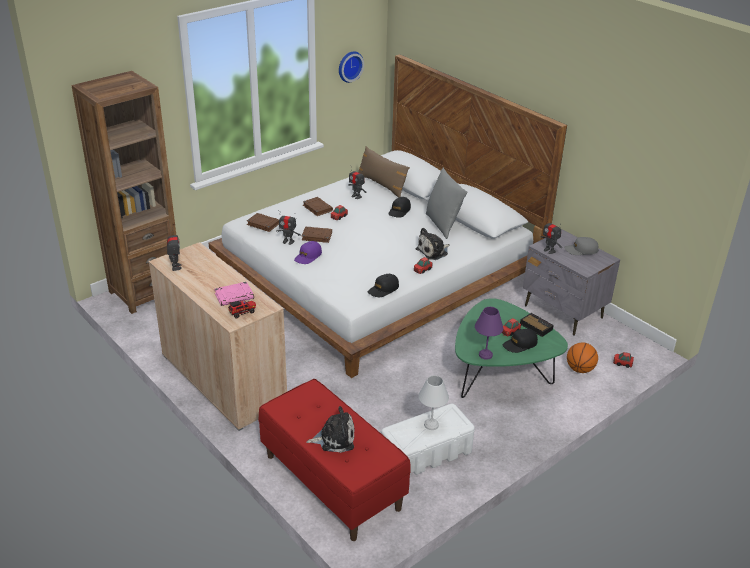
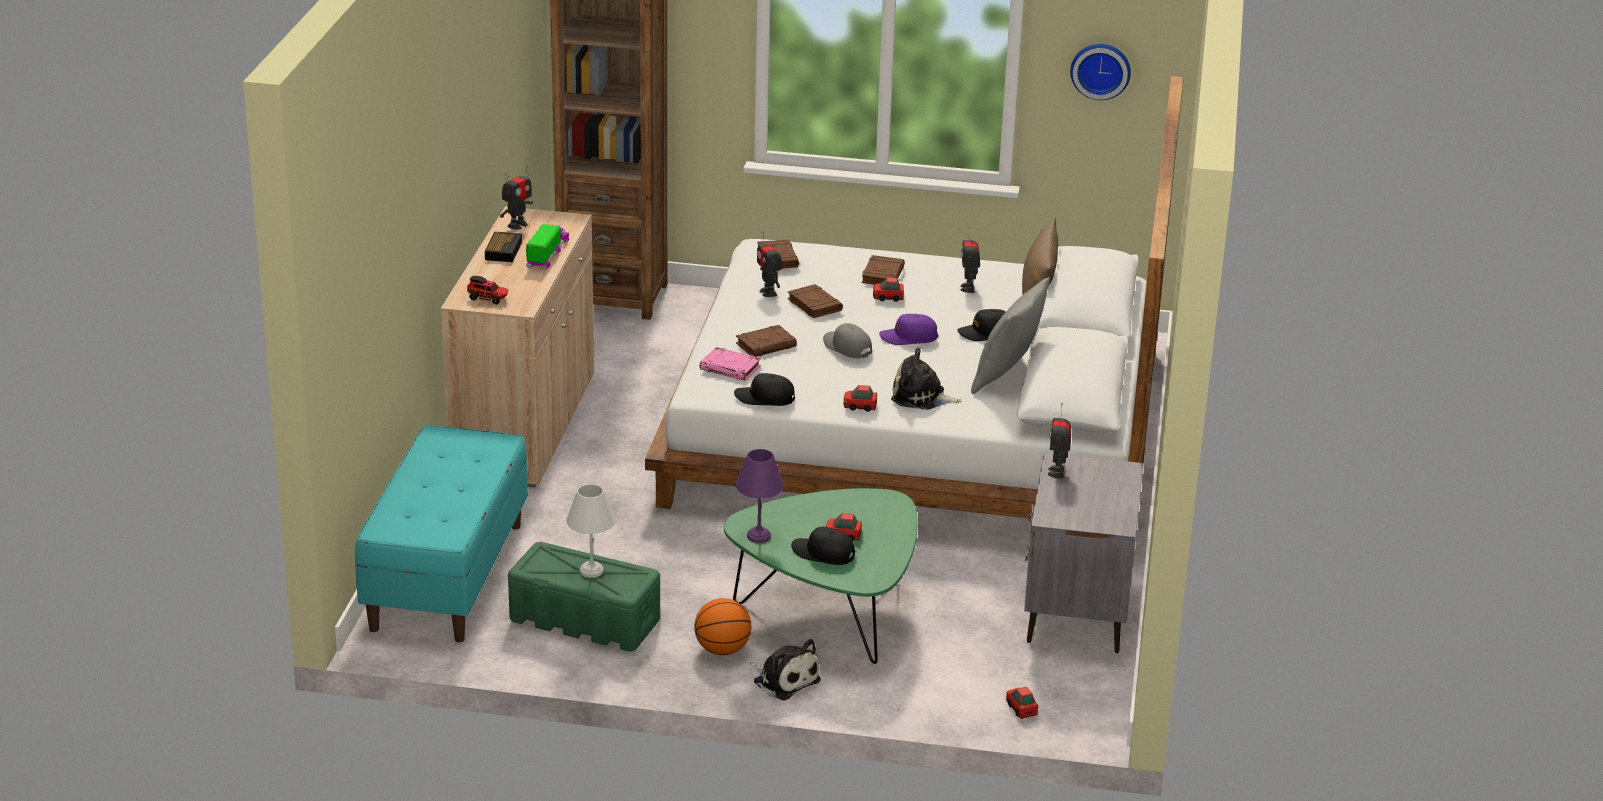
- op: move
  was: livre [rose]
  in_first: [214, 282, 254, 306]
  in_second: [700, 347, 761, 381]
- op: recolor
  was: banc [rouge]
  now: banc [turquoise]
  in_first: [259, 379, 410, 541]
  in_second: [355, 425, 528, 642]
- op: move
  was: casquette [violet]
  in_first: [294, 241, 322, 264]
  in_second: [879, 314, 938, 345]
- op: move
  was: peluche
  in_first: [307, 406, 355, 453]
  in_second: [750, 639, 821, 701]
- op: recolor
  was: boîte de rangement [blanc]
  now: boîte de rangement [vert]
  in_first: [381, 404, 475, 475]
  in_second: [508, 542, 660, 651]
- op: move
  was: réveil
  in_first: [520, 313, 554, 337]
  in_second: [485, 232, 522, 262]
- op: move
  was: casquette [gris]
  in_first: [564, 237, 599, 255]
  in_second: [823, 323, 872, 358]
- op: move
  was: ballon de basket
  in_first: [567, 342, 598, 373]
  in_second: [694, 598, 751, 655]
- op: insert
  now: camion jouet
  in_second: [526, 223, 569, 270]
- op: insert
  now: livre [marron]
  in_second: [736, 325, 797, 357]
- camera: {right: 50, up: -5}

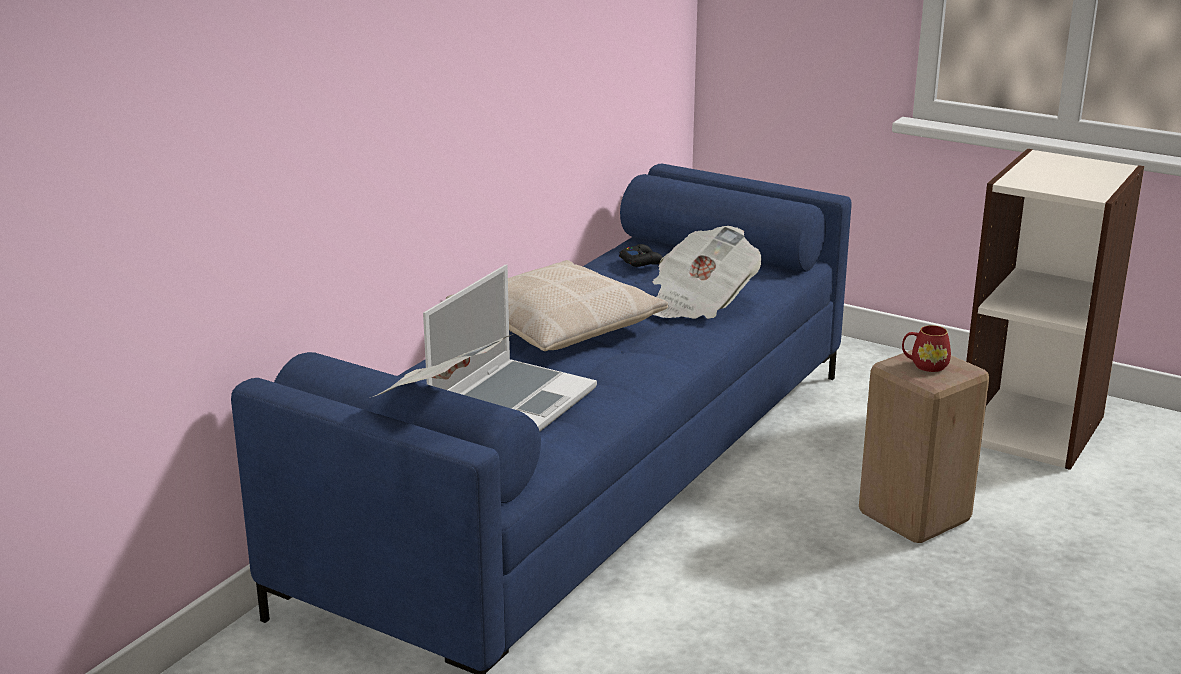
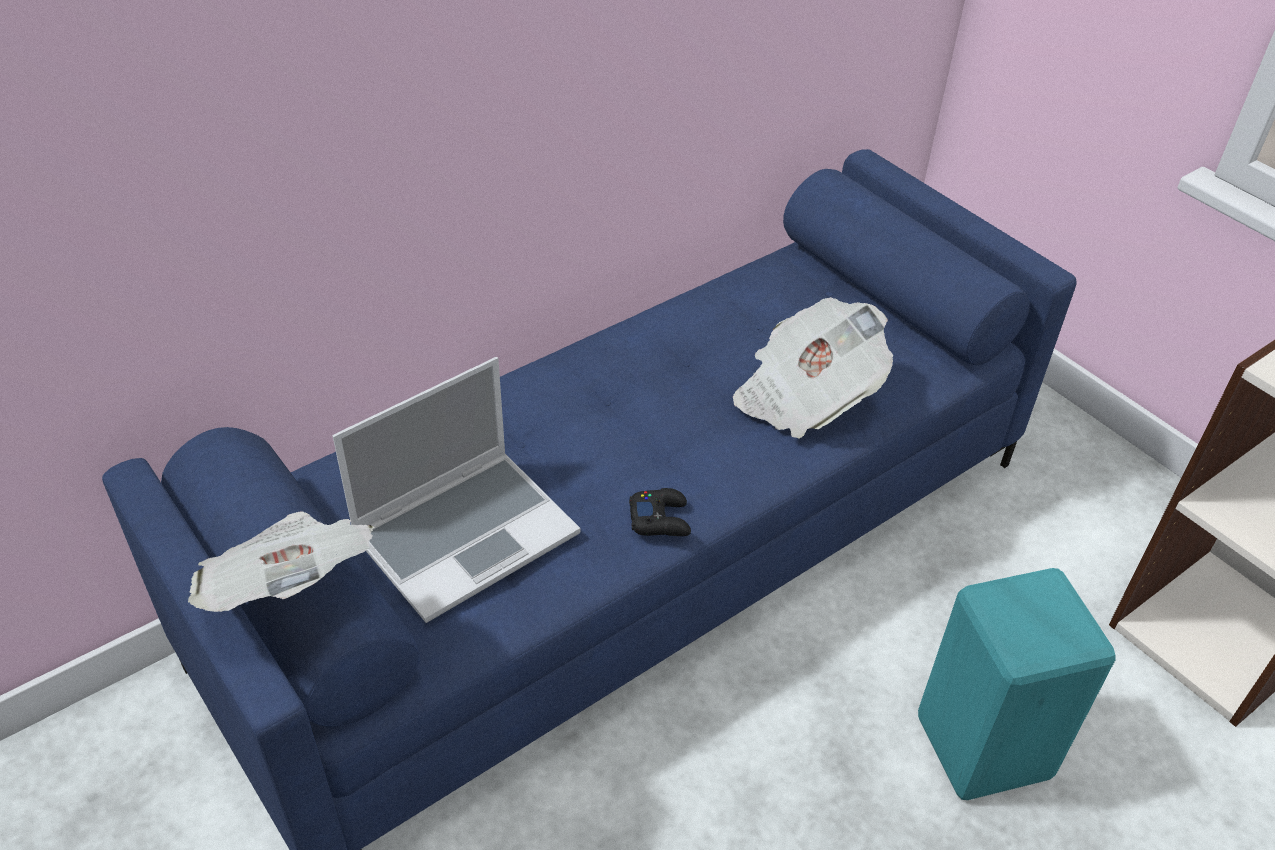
- op: delete
  was: coussin [beige]
  in_first: [446, 260, 668, 351]
- op: move
  was: manette [noir]
  in_first: [619, 244, 663, 267]
  in_second: [629, 488, 691, 536]
- op: recolor
  was: tabouret [beige]
  now: tabouret [turquoise]
  in_first: [859, 350, 989, 543]
  in_second: [918, 568, 1116, 800]
- op: delete
  was: mug [rouge]
  in_first: [902, 325, 951, 372]
- camera: {right: 20, up: 20}

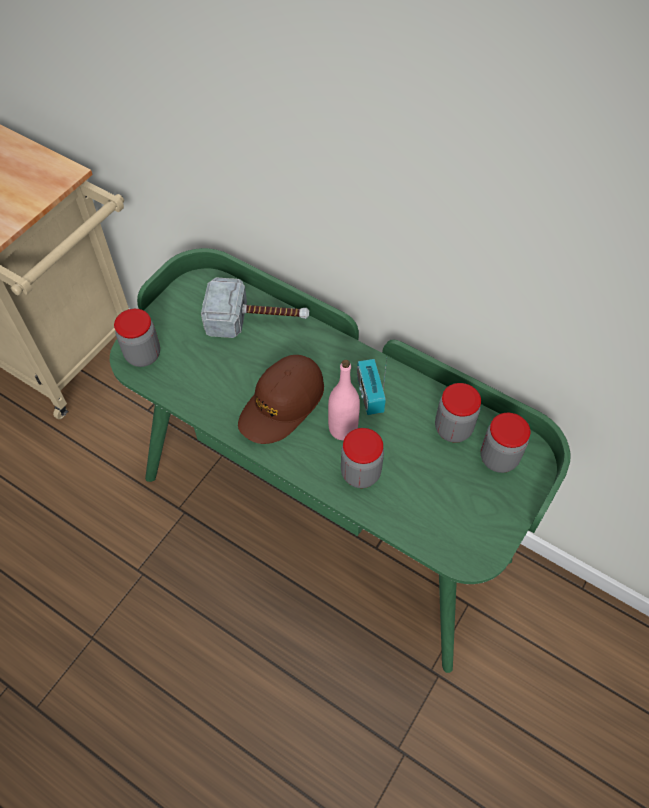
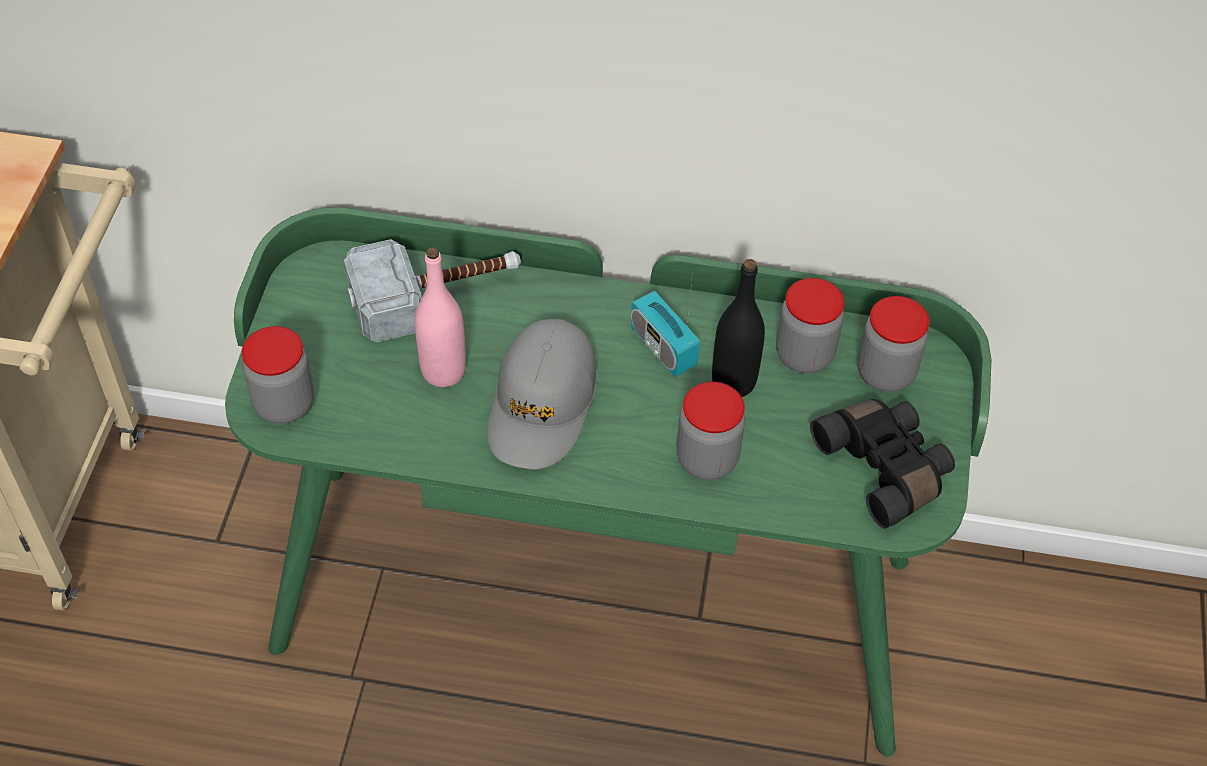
- op: recolor
  was: casquette [marron]
  now: casquette [gris]
  in_first: [238, 355, 324, 444]
  in_second: [487, 319, 597, 469]
- op: move
  was: bouteille [rose]
  in_first: [328, 360, 360, 440]
  in_second: [415, 247, 466, 387]
- op: insert
  now: bouteille [noir]
  in_second: [712, 259, 765, 397]
- op: insert
  now: jumelles [noir]
  in_second: [810, 399, 955, 529]
- camera: {right: -25, up: -5}

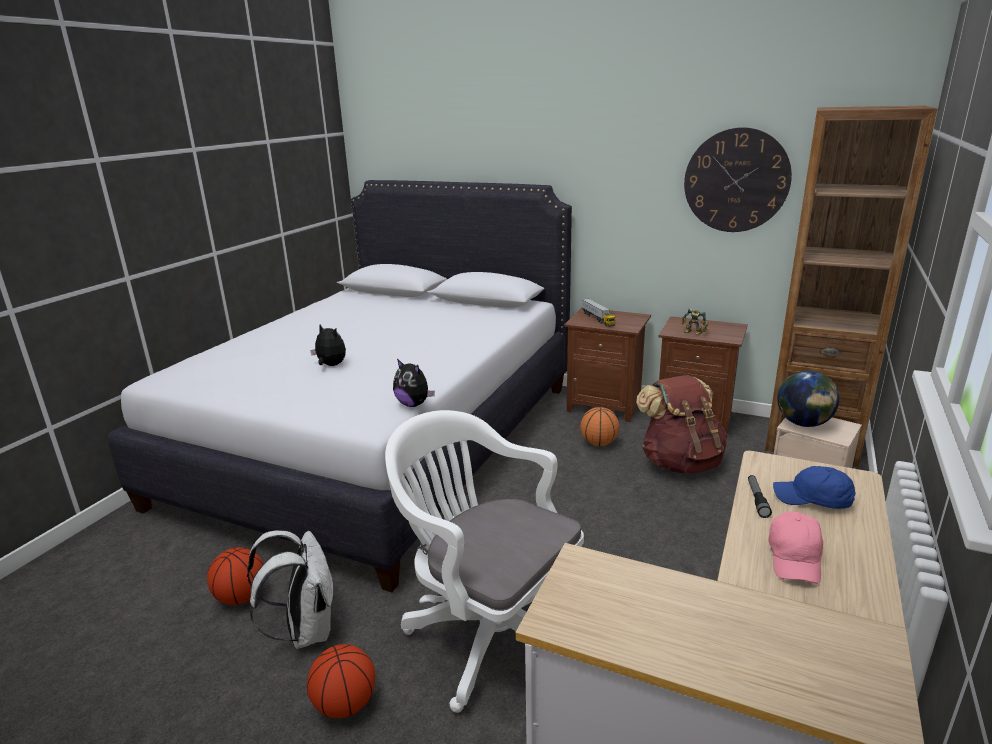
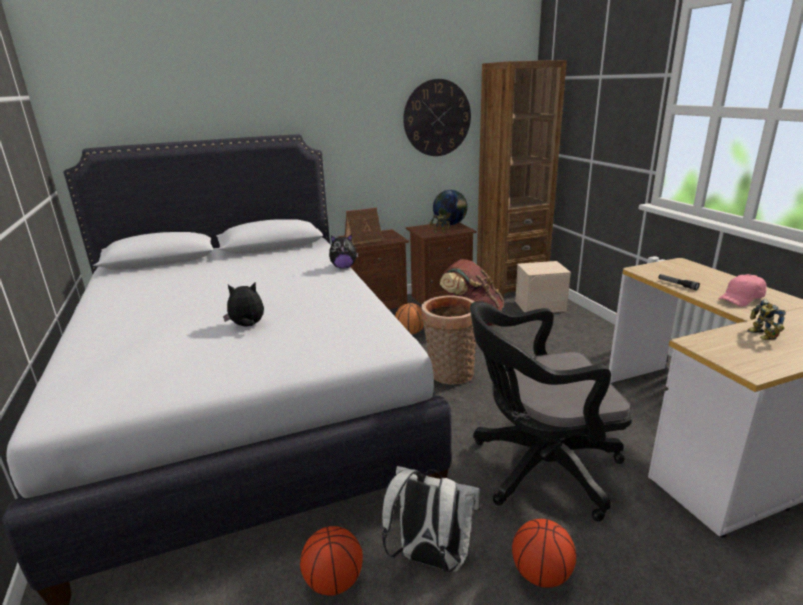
- op: recolor
  was: chaise de bureau [blanc]
  now: chaise de bureau [noir]
  in_first: [385, 410, 584, 713]
  in_second: [470, 301, 632, 522]
- op: move
  was: peluche
  in_first: [393, 359, 435, 407]
  in_second: [329, 234, 359, 269]
- op: replace
  was: camion jouet
  now: maison miniature
  in_first: [582, 299, 615, 327]
  in_second: [345, 207, 387, 245]
- op: rotate
  was: casquette [rose]
  in_first: [768, 512, 823, 584]
  in_second: [718, 274, 766, 307]
  clockwise: 90
- op: delete
  was: casquette [bleu]
  in_first: [773, 466, 855, 509]
- op: move
  was: globe
  in_first: [777, 371, 839, 427]
  in_second: [433, 190, 468, 225]
- op: insert
  now: panier
  in_second: [421, 295, 476, 385]
- op: insert
  now: robot jouet
  in_second: [747, 299, 786, 340]
- camera: {right: -45, up: 0}

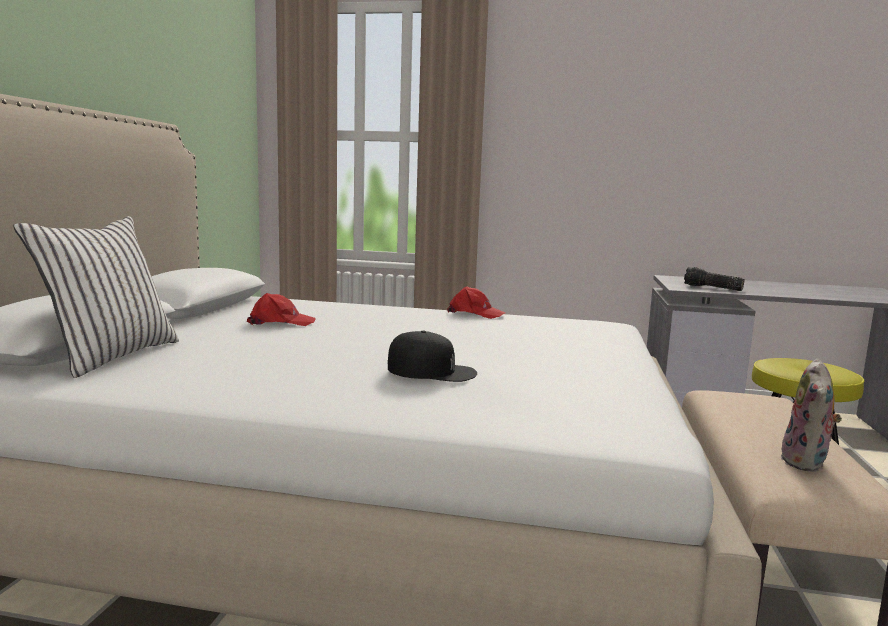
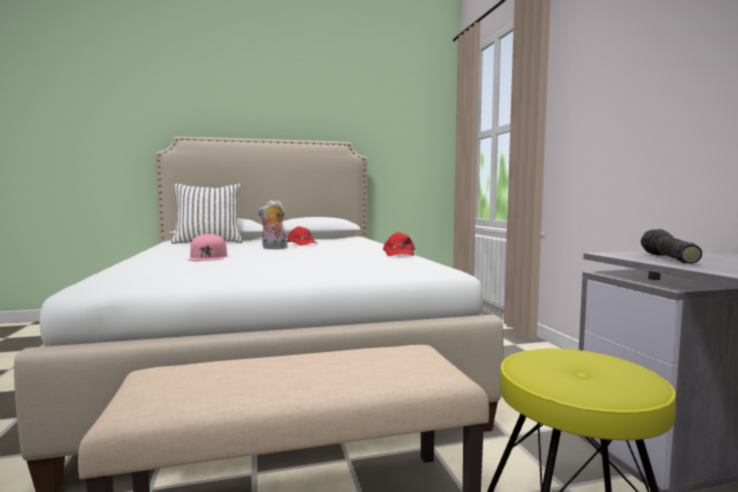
- op: recolor
  was: casquette [noir]
  now: casquette [rose]
  in_first: [387, 331, 477, 382]
  in_second: [188, 233, 227, 261]
- op: move
  was: peluche
  in_first: [780, 358, 842, 472]
  in_second: [257, 200, 288, 249]
- camera: {right: 65, up: -5}

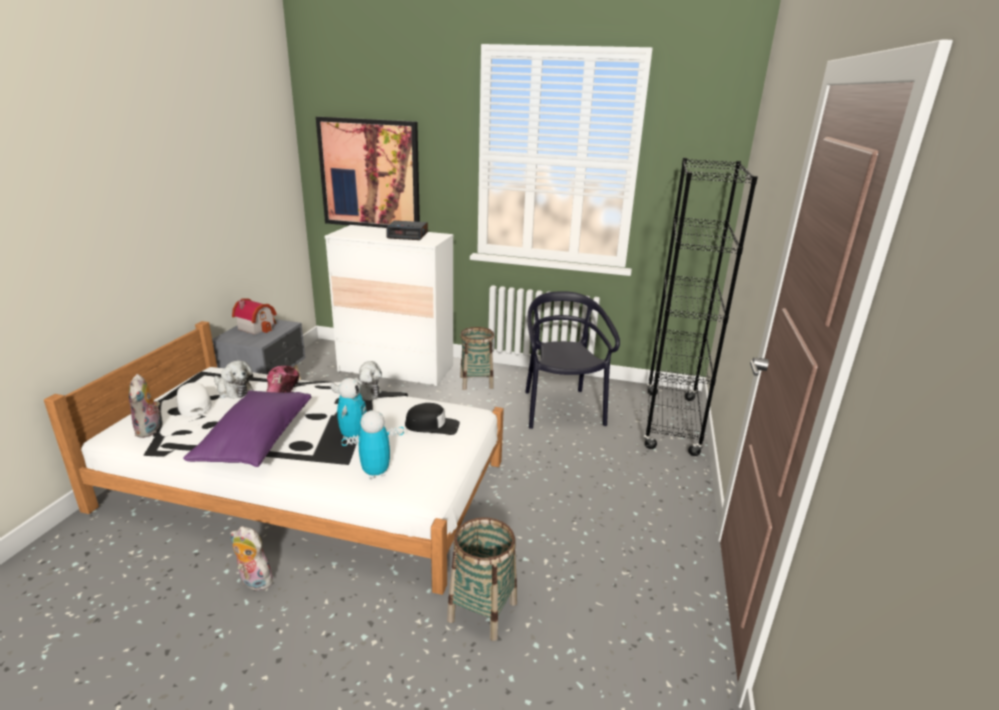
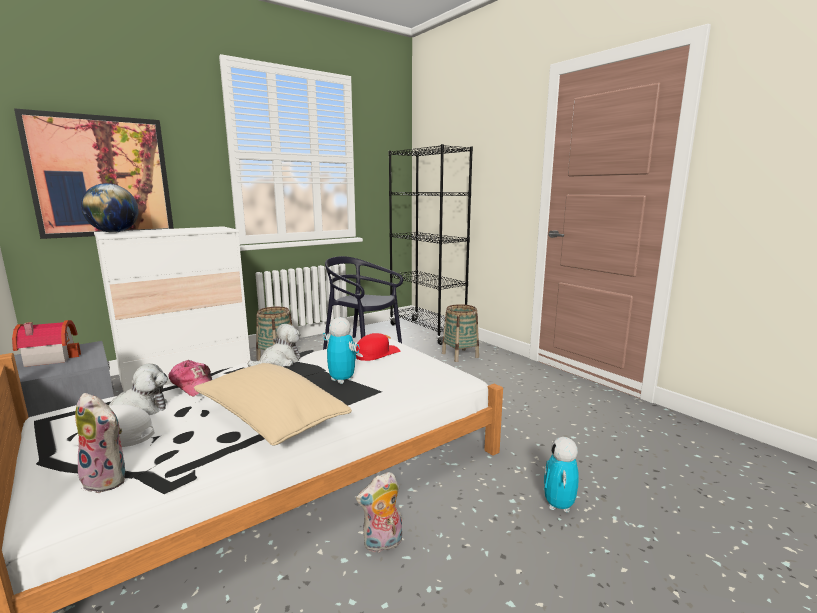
- op: recolor
  was: coussin [violet]
  now: coussin [beige]
  in_first: [183, 390, 311, 467]
  in_second: [194, 363, 352, 446]
- op: move
  was: robot jouet
  in_first: [342, 410, 404, 479]
  in_second: [544, 437, 579, 512]
- op: delete
  was: réveil
  in_first: [387, 221, 428, 240]
- op: recolor
  was: casquette [noir]
  now: casquette [rouge]
  in_first: [405, 403, 460, 435]
  in_second: [356, 333, 400, 361]
- op: move
  was: panier
  in_first: [447, 517, 517, 641]
  in_second: [442, 304, 479, 362]
- op: insert
  now: globe
  in_second: [81, 183, 138, 233]
- camera: {right: -50, up: -10}

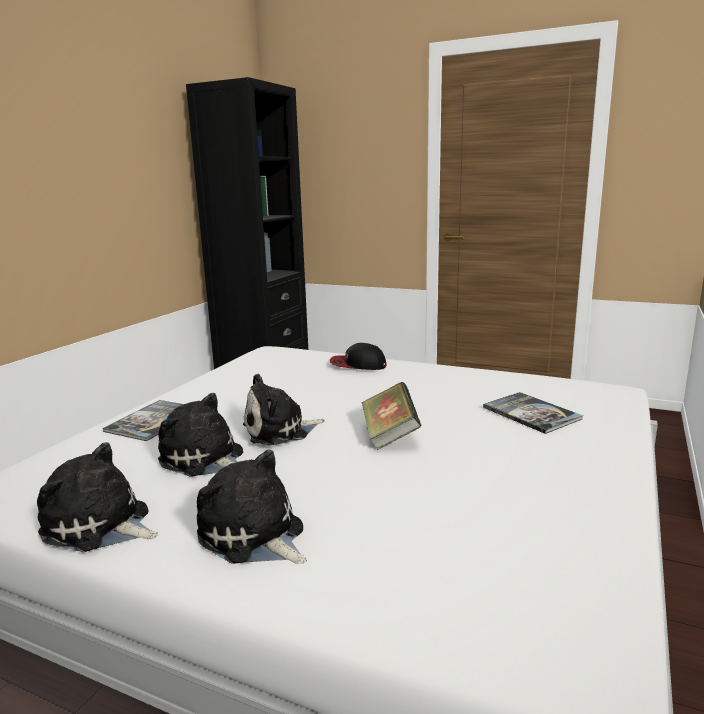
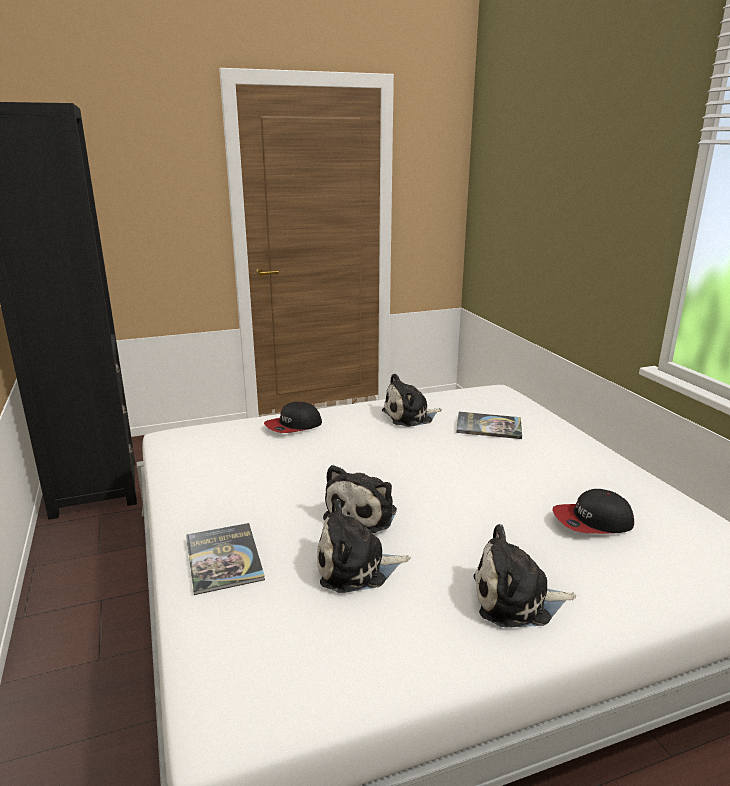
- op: move
  was: peluche
  in_first: [37, 442, 159, 552]
  in_second: [382, 373, 442, 427]
- op: delete
  was: livre
  in_first: [362, 382, 422, 450]
- op: insert
  now: casquette
  in_second: [553, 489, 634, 534]
- camera: {right: -45, up: 5}

